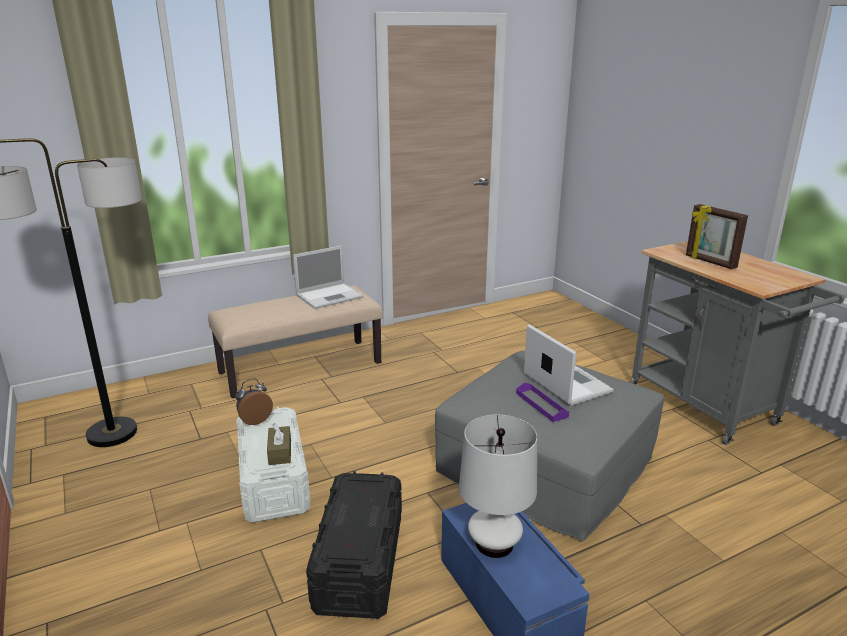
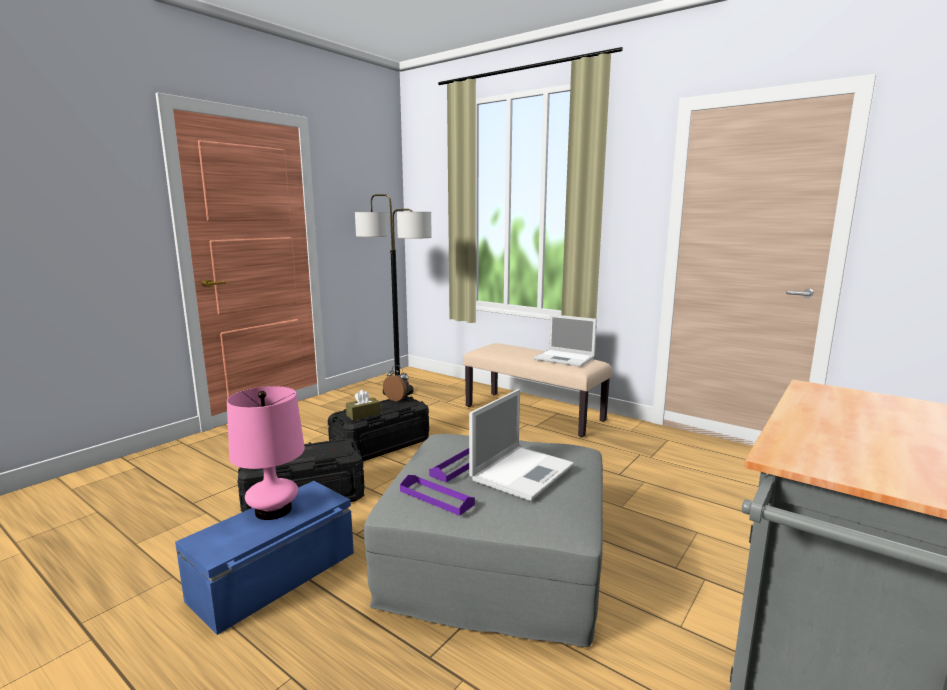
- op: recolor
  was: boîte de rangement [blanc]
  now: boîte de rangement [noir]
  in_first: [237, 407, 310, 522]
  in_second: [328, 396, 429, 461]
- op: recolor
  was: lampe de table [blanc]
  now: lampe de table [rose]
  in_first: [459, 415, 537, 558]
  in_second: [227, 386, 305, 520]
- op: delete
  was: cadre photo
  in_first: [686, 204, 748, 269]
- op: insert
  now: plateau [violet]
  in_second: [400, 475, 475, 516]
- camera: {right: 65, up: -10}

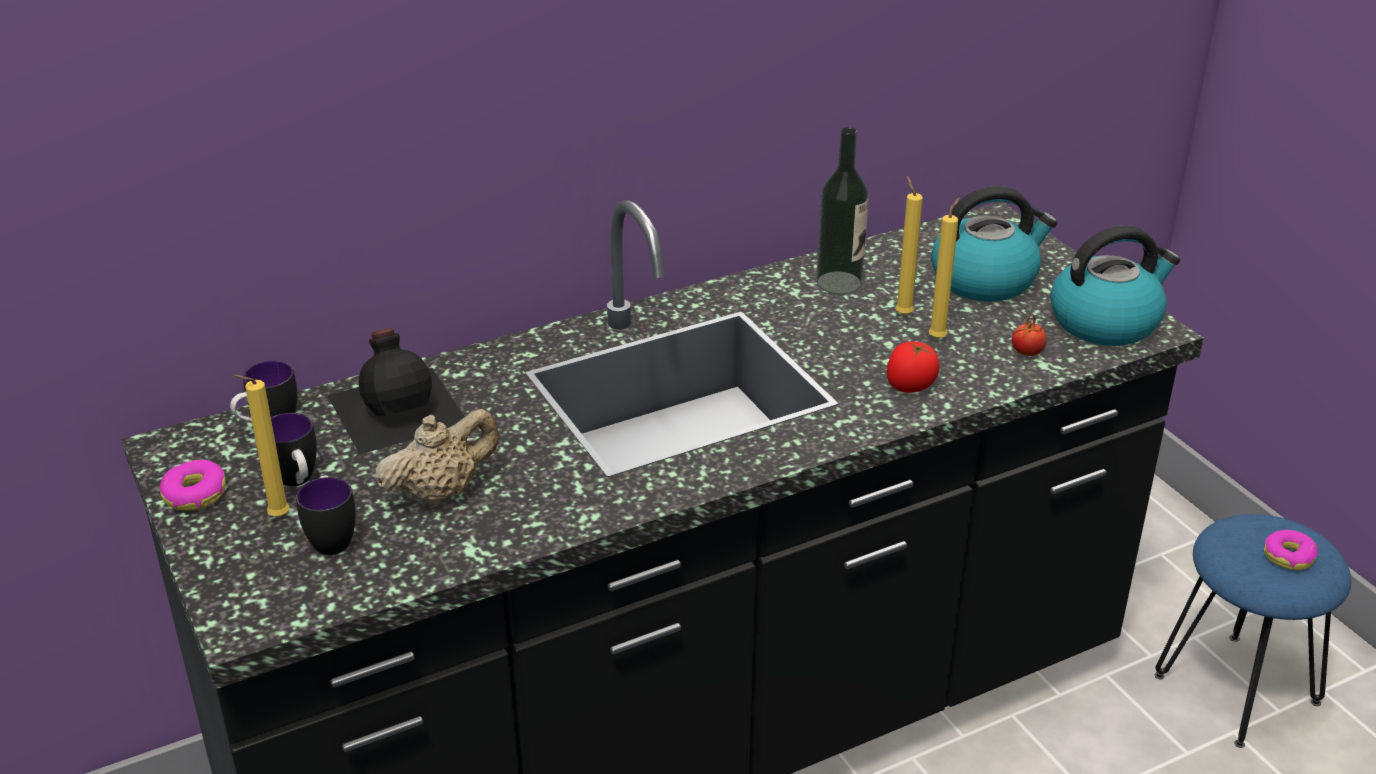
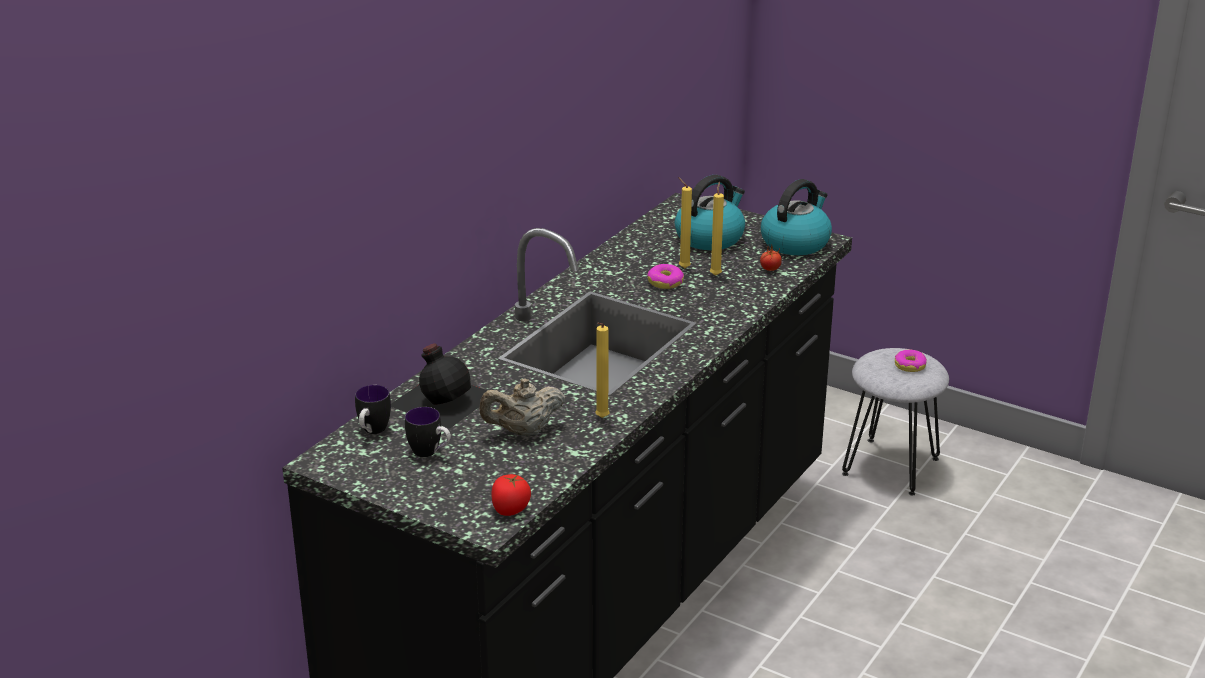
- op: move
  was: beignet
  in_first: [159, 460, 226, 511]
  in_second: [647, 264, 684, 289]
- op: move
  was: bougie [jaune]
  in_first: [233, 375, 290, 517]
  in_second: [595, 322, 610, 418]
- op: delete
  was: mug
  in_first: [296, 475, 356, 555]
- op: rotate
  was: théière [beige]
  in_first: [375, 409, 499, 506]
  in_second: [480, 379, 565, 436]
  clockwise: -135
- op: delete
  was: bouteille
  in_first: [817, 127, 869, 294]
- op: move
  was: tomate
  in_first: [887, 341, 940, 393]
  in_second: [491, 474, 531, 516]
- op: recolor
  was: tabouret [bleu]
  now: tabouret [gris]
  in_first: [1155, 514, 1351, 748]
  in_second: [842, 348, 949, 496]
- camera: {right: -30, up: -5}

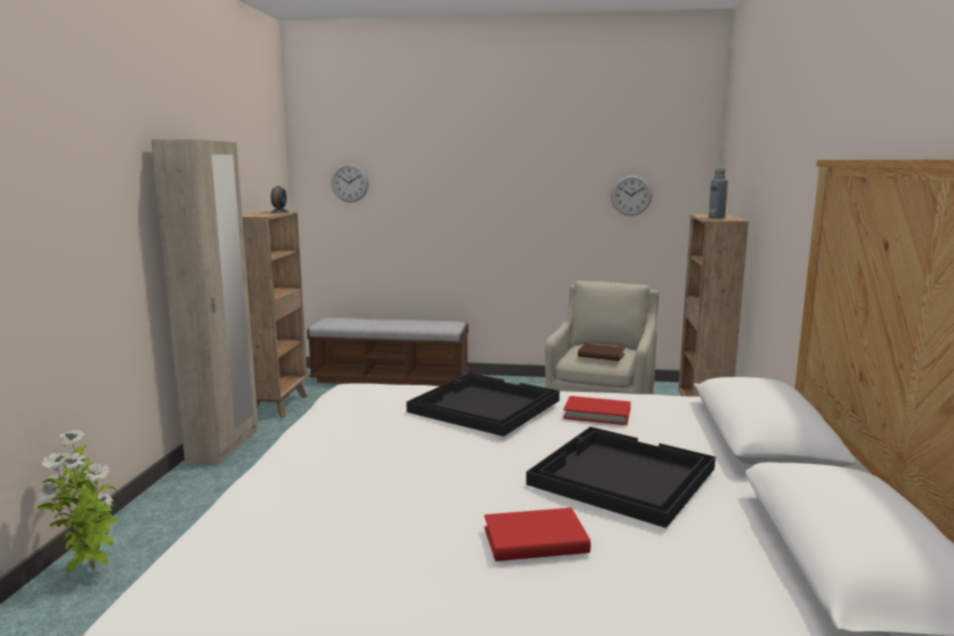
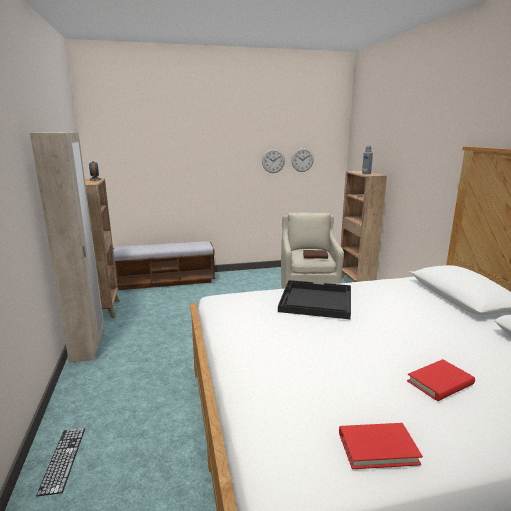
- op: replace
  was: plante en pot
  now: clavier
  in_first: [37, 429, 118, 574]
  in_second: [36, 428, 85, 496]
- op: move
  was: horloge murale
  in_first: [331, 163, 369, 202]
  in_second: [262, 149, 285, 173]
- op: delete
  was: plateau [noir]
  in_first: [526, 427, 715, 528]
- op: move
  was: livre [rouge]
  in_first: [563, 396, 631, 425]
  in_second: [339, 423, 423, 469]
- camera: {right: -20, up: 5}

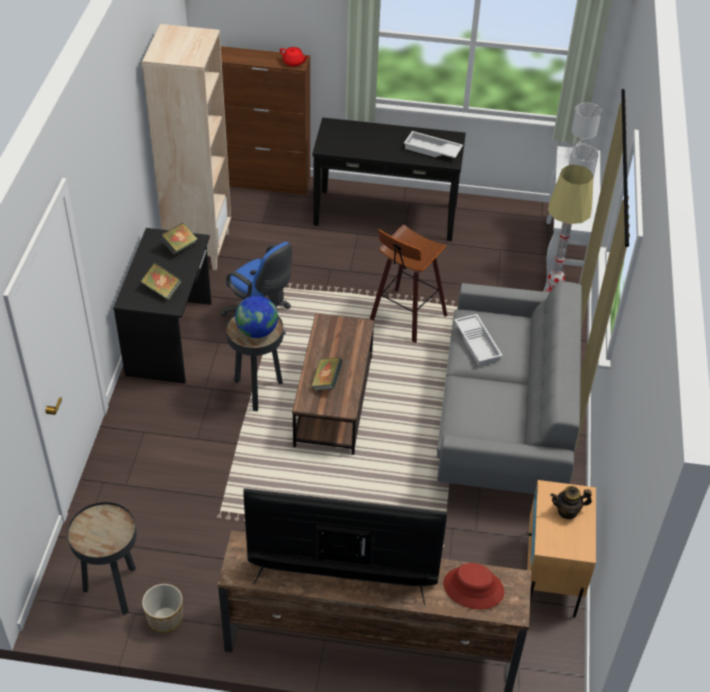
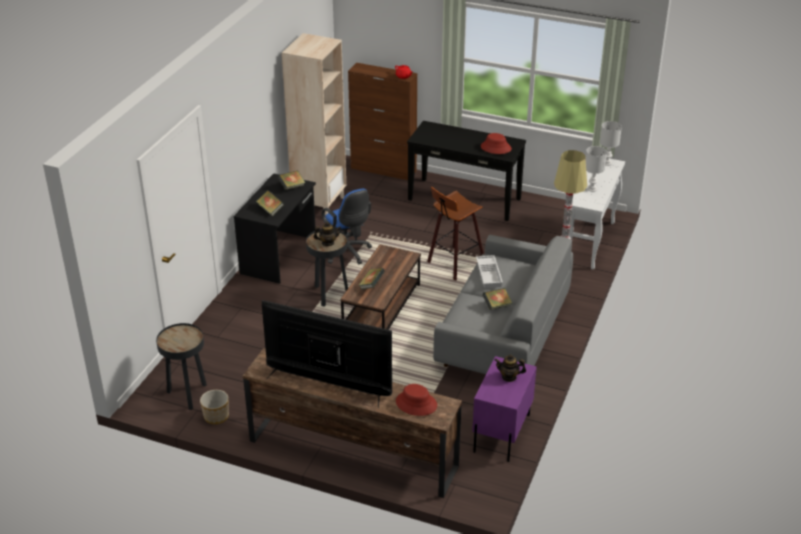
- op: replace
  was: globe
  now: théière
  in_first: [235, 295, 278, 338]
  in_second: [314, 222, 341, 246]
- op: replace
  was: plateau [blanc]
  now: chapeau [rouge]
  in_first: [404, 131, 463, 158]
  in_second: [481, 133, 512, 154]
- op: recolor
  was: table de chevet [beige]
  now: table de chevet [violet]
  in_first: [527, 480, 596, 618]
  in_second: [472, 356, 537, 462]
- op: insert
  now: livre
  in_second: [482, 288, 512, 310]
- camera: {right: 15, up: -10}

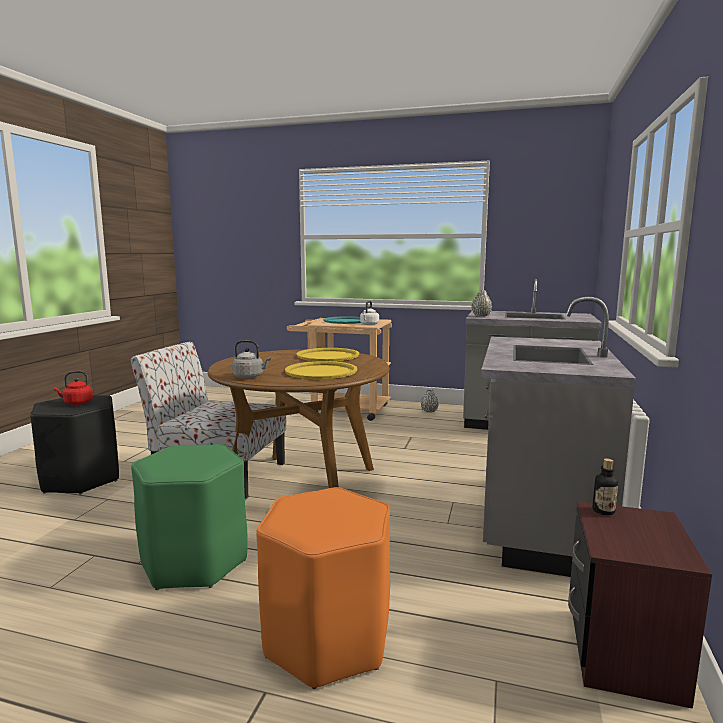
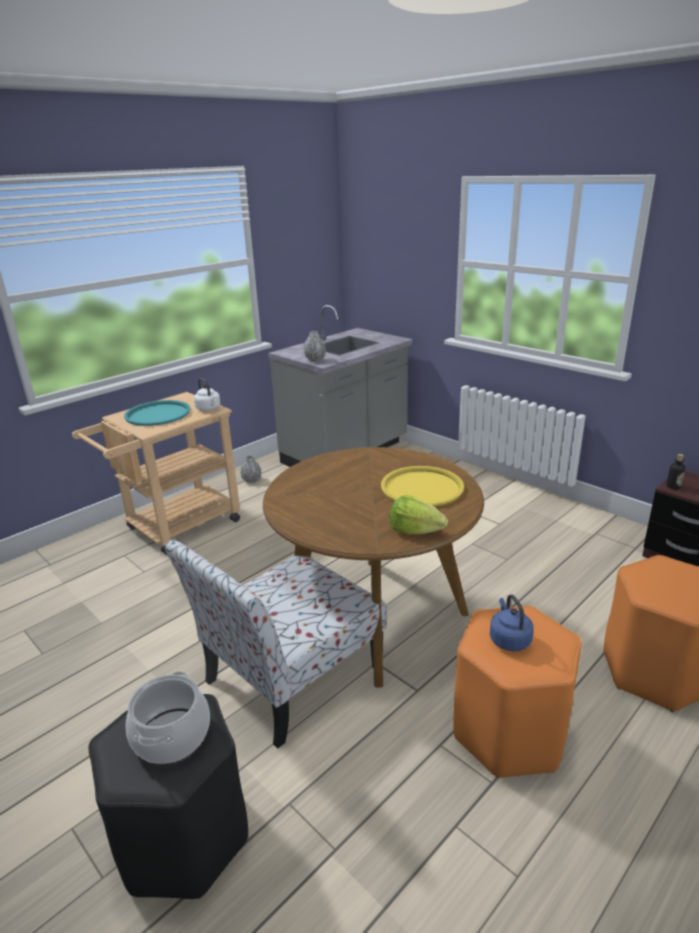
- op: replace
  was: bouilloire [rouge]
  now: marmite
  in_first: [54, 371, 93, 405]
  in_second: [125, 671, 210, 764]
- op: recolor
  was: tabouret [vert]
  now: tabouret [orange]
  in_first: [131, 444, 248, 590]
  in_second: [453, 606, 582, 778]
- op: replace
  was: bouilloire [gris]
  now: laitue
  in_first: [232, 340, 271, 379]
  in_second: [390, 495, 448, 534]
- op: delete
  was: plateau [jaune]
  in_first: [297, 348, 359, 361]
- op: delete
  was: comptoir de cuisine [gris]
  in_first: [481, 297, 636, 577]
- op: insert
  now: bouilloire [bleu]
  in_second: [490, 595, 533, 651]
- camera: {right: -60, up: 15}

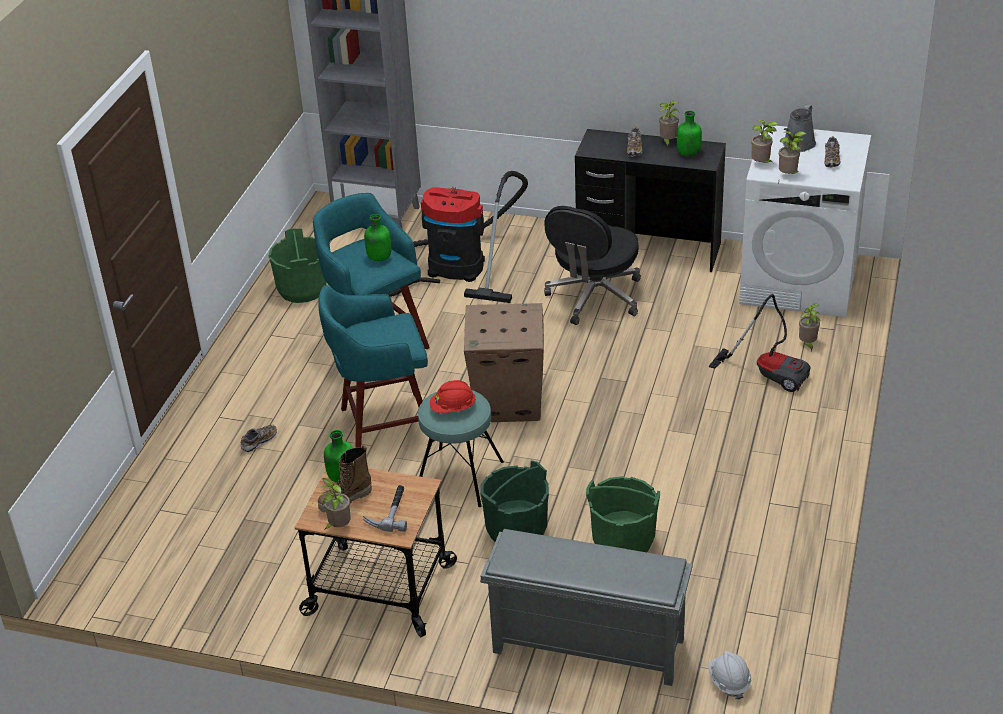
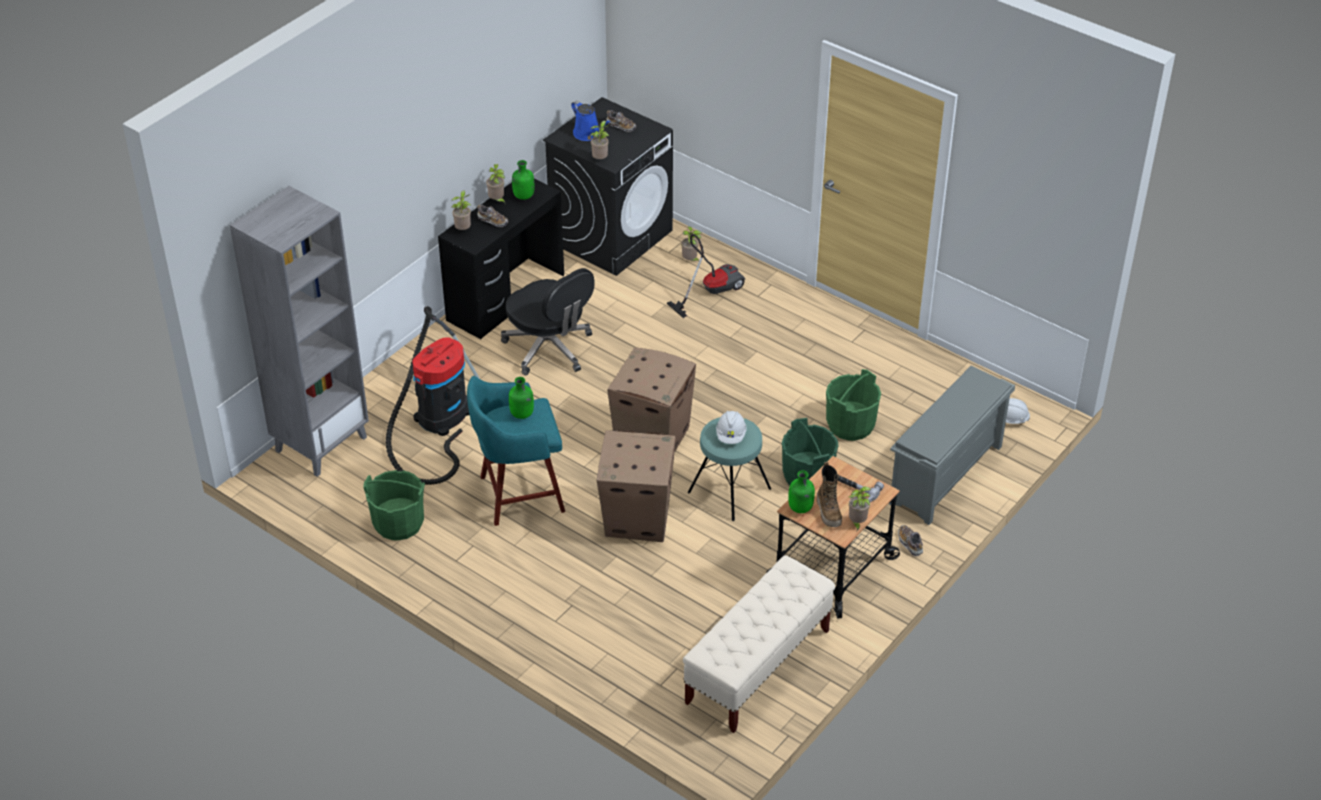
- op: move
  was: chaussure
  in_first: [241, 425, 277, 452]
  in_second: [898, 525, 923, 556]
- op: replace
  was: tabouret [turquoise]
  now: carton
  in_first: [318, 285, 435, 448]
  in_second: [597, 430, 676, 542]
- op: recolor
  was: casque de chantier [rouge]
  now: casque de chantier [blanc]
  in_first: [430, 380, 476, 413]
  in_second: [716, 411, 747, 444]
- op: recolor
  was: lave-linge [blanc]
  now: lave-linge [noir]
  in_first: [739, 124, 871, 317]
  in_second: [543, 97, 673, 276]
- op: move
  was: plante en pot
  in_first: [779, 131, 806, 174]
  in_second: [451, 190, 471, 230]
- op: recolor
  was: arrosoir [gris]
  now: arrosoir [bleu]
  in_first: [783, 105, 816, 152]
  in_second: [571, 100, 611, 141]
- op: insert
  now: banc [beige]
  in_second: [683, 555, 835, 733]
- camera: {right: -70, up: 5}

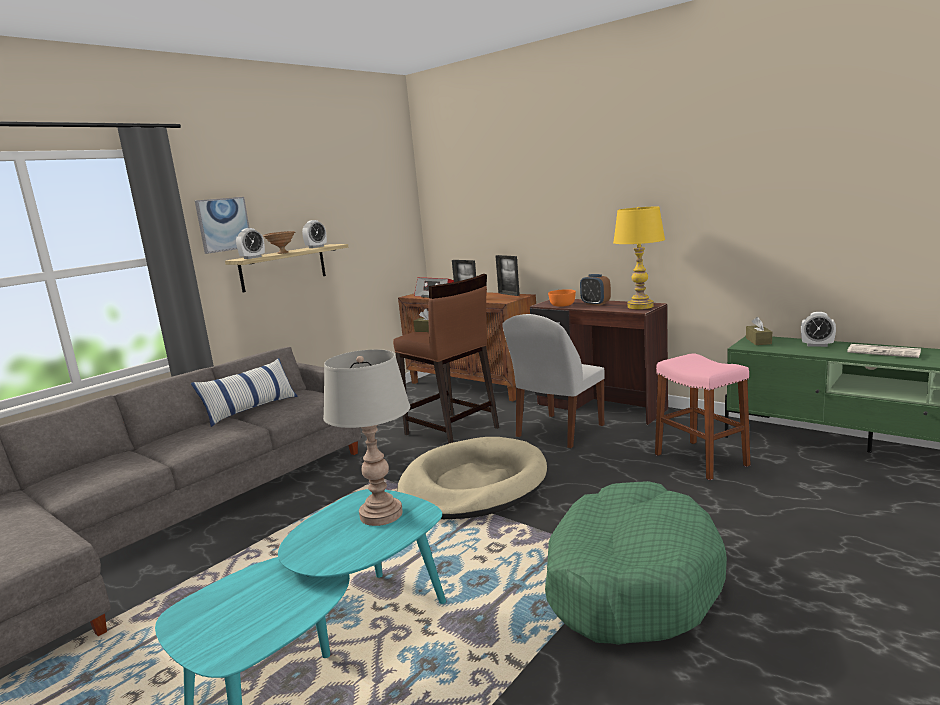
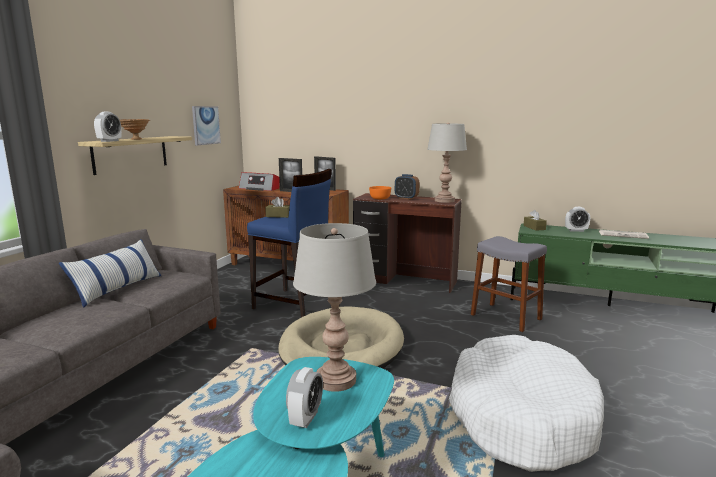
- op: move
  was: tableau
  in_first: [195, 197, 249, 254]
  in_second: [192, 106, 221, 145]
- op: move
  was: réveil
  in_first: [302, 220, 327, 248]
  in_second: [286, 367, 323, 428]
- op: recolor
  was: tabouret [marron]
  now: tabouret [bleu]
  in_first: [393, 274, 499, 444]
  in_second: [247, 169, 332, 317]
- op: delete
  was: chaise [blanc]
  in_first: [502, 314, 605, 448]
- op: recolor
  was: panier pour chien [vert]
  now: panier pour chien [blanc]
  in_first: [545, 481, 727, 645]
  in_second: [449, 335, 604, 472]
- op: recolor
  was: lampe de table [jaune]
  now: lampe de table [gris]
  in_first: [613, 206, 665, 309]
  in_second: [427, 123, 467, 203]
- op: recolor
  was: tabouret [rose]
  now: tabouret [gris]
  in_first: [655, 353, 751, 480]
  in_second: [471, 236, 547, 332]
- camera: {right: -20, up: 0}

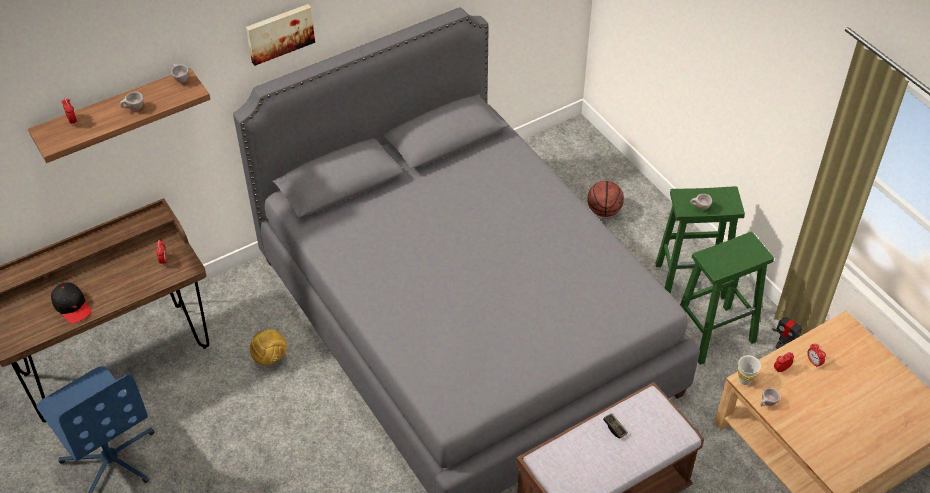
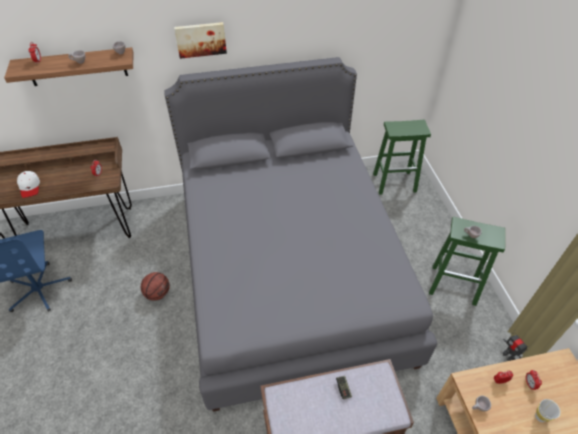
- op: recolor
  was: casquette [noir]
  now: casquette [blanc]
  in_first: [51, 282, 91, 324]
  in_second: [17, 171, 40, 198]
- op: delete
  was: ballon de foot
  in_first: [250, 329, 287, 366]
- op: move
  was: ballon de basket
  in_first: [587, 181, 624, 217]
  in_second: [141, 272, 170, 300]
- op: move
  was: tabouret [vert]
  in_first: [680, 232, 774, 365]
  in_second: [373, 120, 431, 195]
- op: move
  was: tasse [blanc]
  in_first: [738, 355, 761, 385]
  in_second: [535, 399, 561, 422]
- camera: {right: 20, up: 0}

